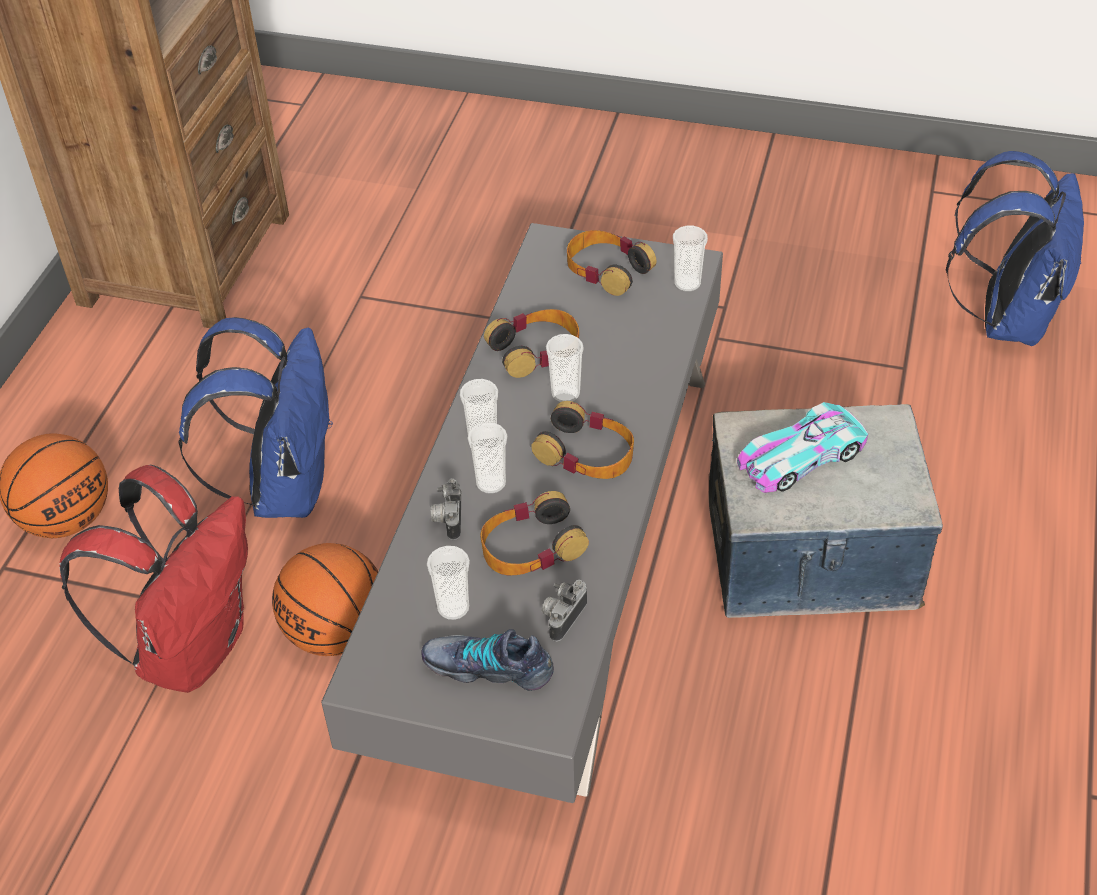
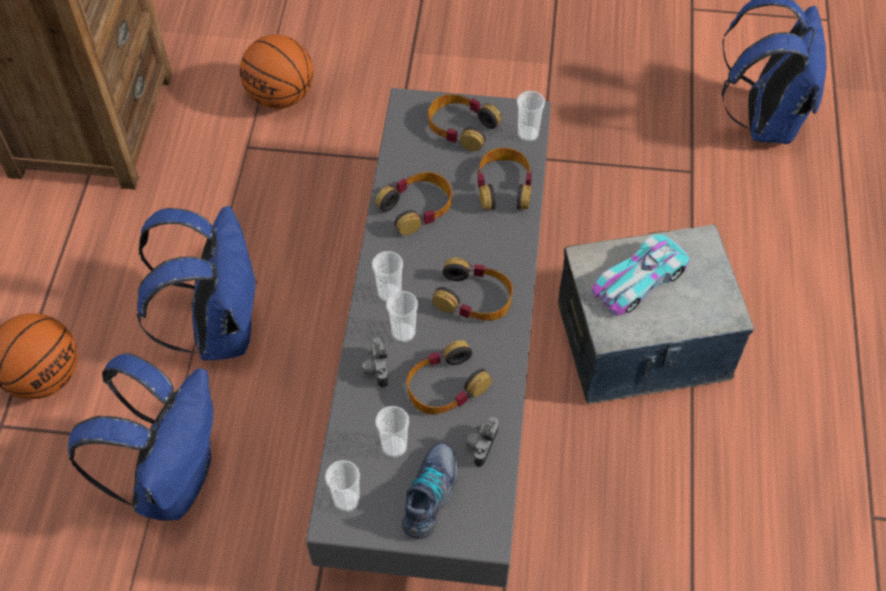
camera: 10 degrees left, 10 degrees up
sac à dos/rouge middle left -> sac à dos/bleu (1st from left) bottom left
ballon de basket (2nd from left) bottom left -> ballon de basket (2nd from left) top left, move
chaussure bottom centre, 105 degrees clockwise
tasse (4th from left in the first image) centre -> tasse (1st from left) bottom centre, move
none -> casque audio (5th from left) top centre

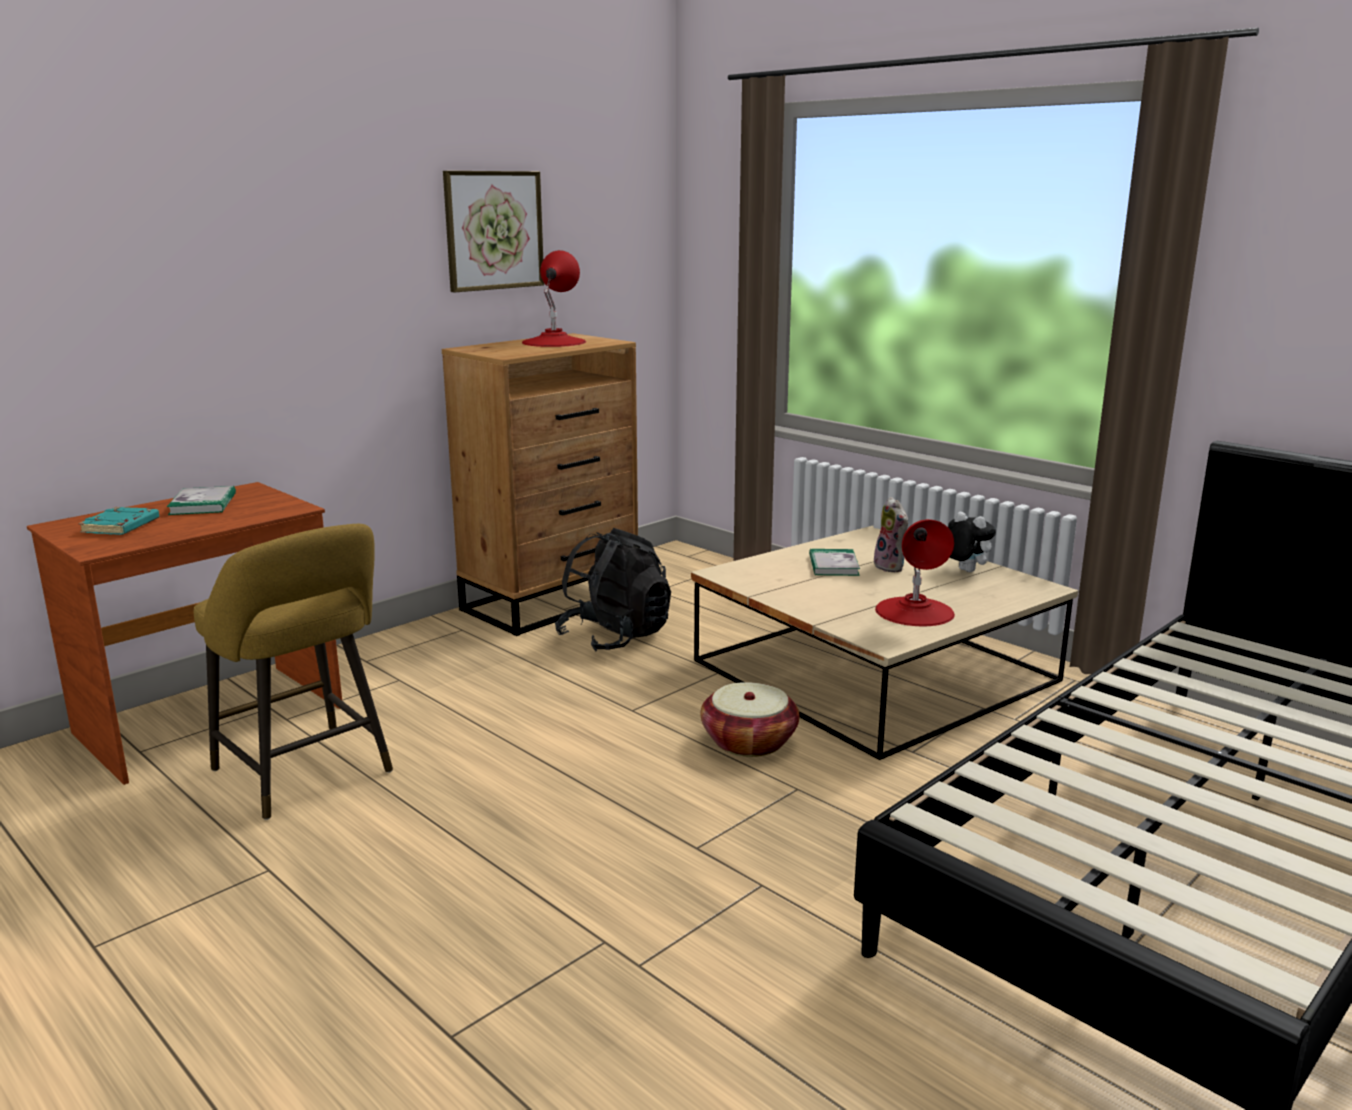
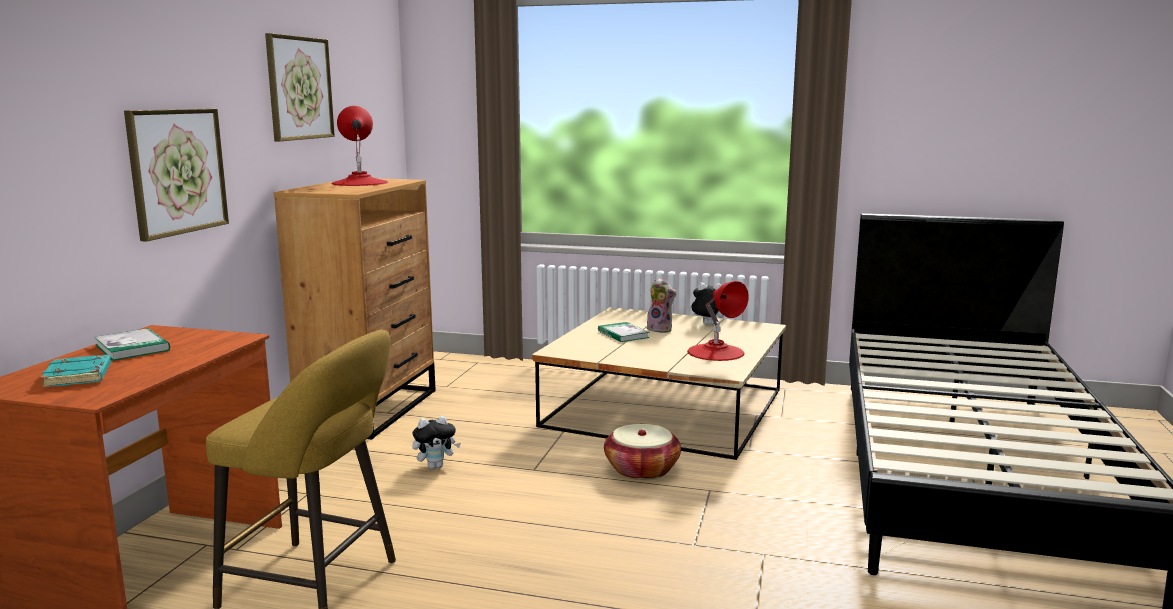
camera: 30 degrees left, 5 degrees down
sac à dos/noir centre -> none
none -> tableau (1st from left) top left
none -> peluche (1st from left) bottom centre

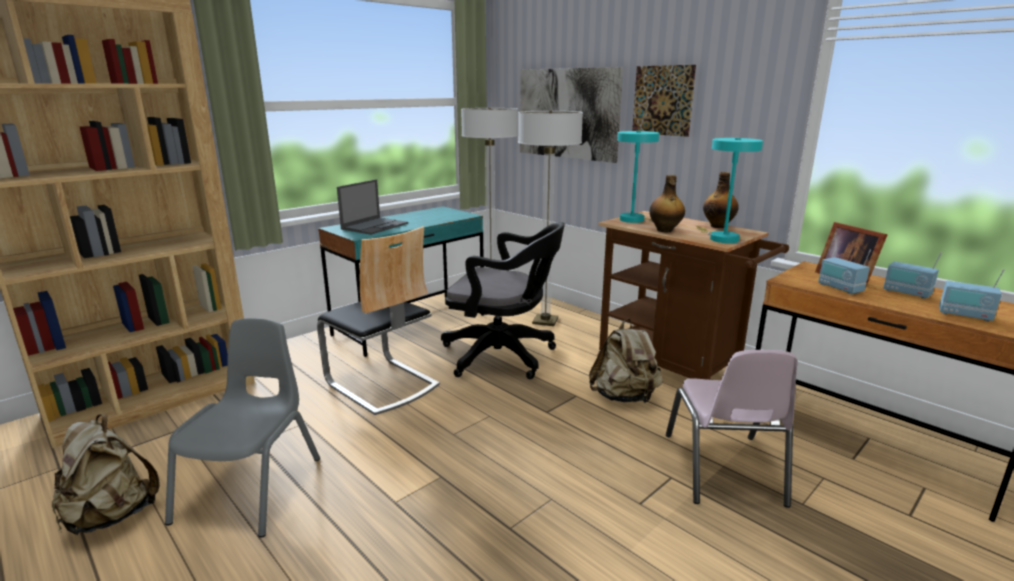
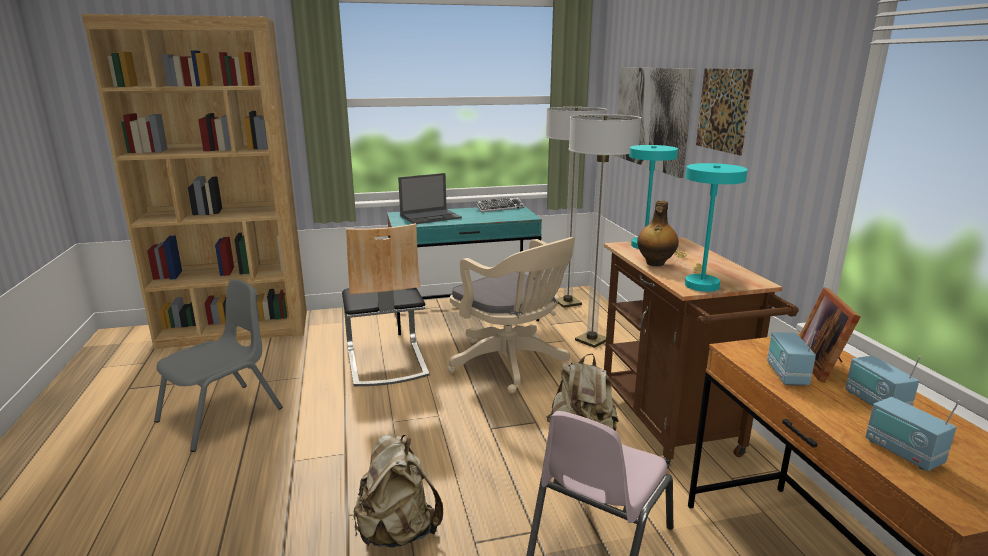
camera: 30 degrees right, 0 degrees up
sac à dos/beige (1st from left) bottom left -> sac à dos/beige (1st from left) bottom centre, move
chaise de bureau/noir centre -> chaise de bureau/beige centre
bouteille (2nd from left) middle right -> none
none -> clavier centre

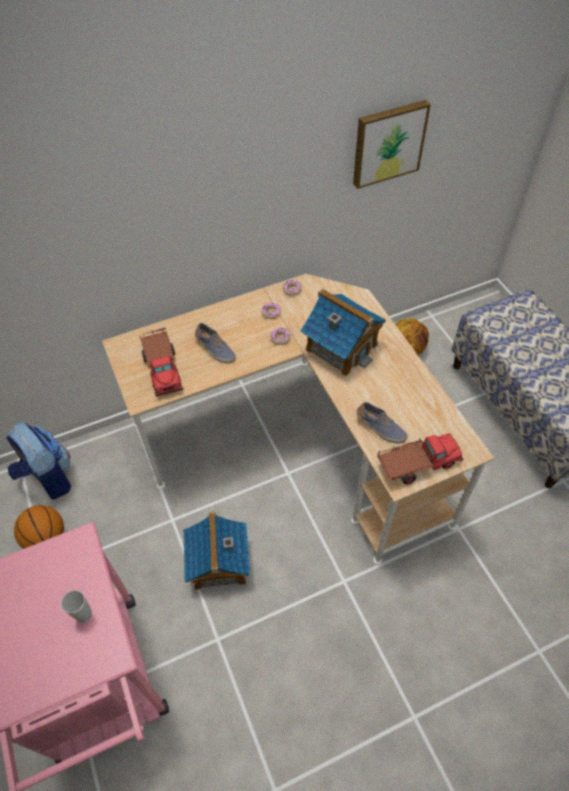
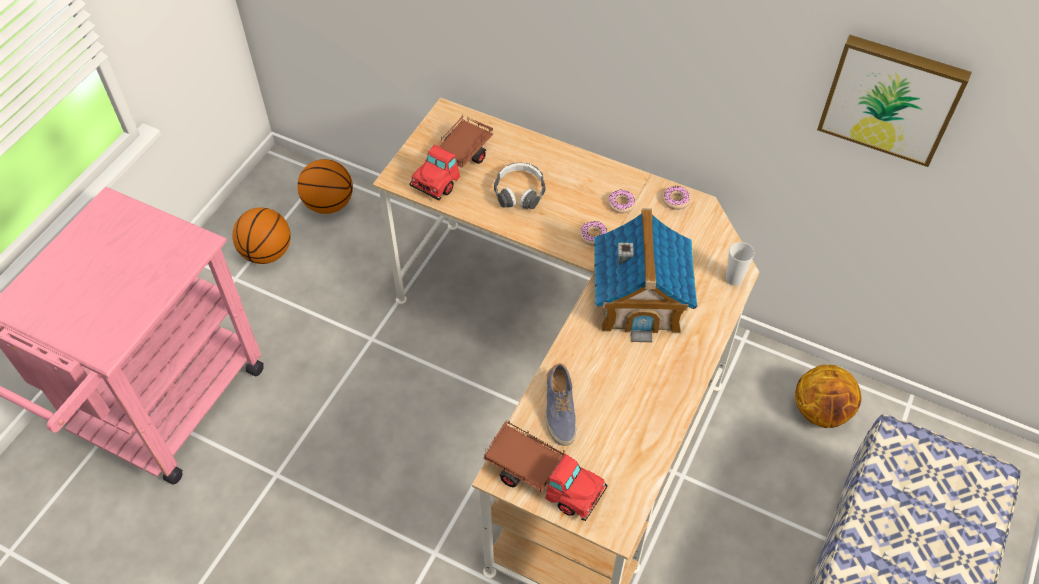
camera: 50 degrees right, 0 degrees up
sac à dos middle left -> ballon de basket (2nd from left) top left
tasse bottom left -> tasse middle right, move
maison miniature (1st from left) bottom centre -> none
chaussure (1st from left) centre -> casque audio top centre

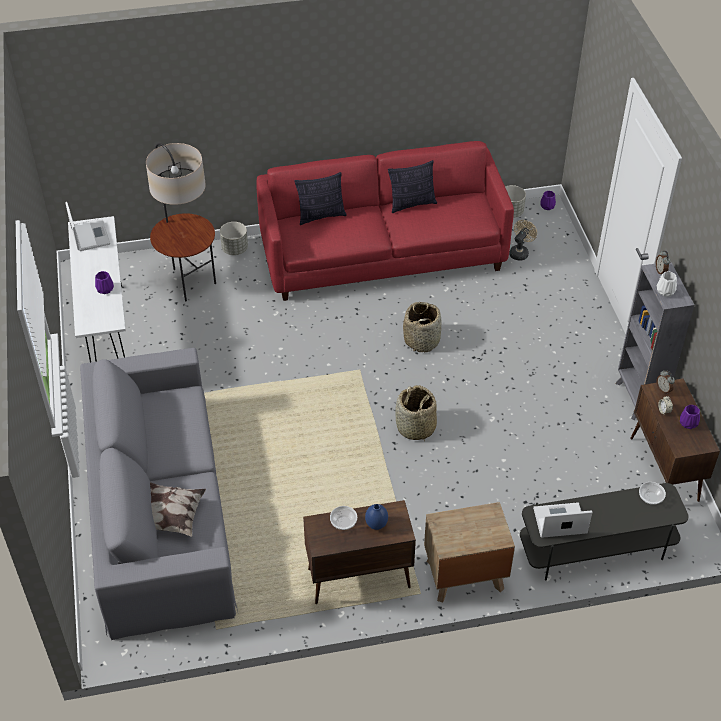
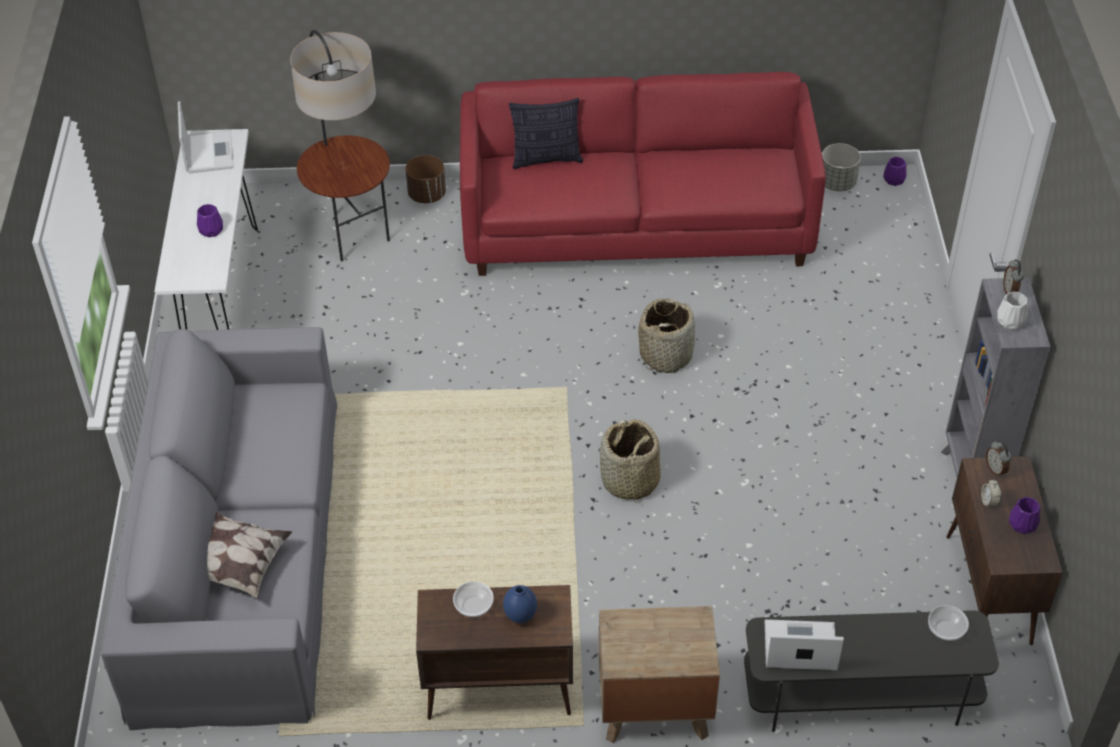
camera: 10 degrees right, 0 degrees up
cache-pot/gris (1st from left) top left -> cache-pot/marron top centre
coussin (3rd from left) top centre -> none
ventilateur/beige top right -> none

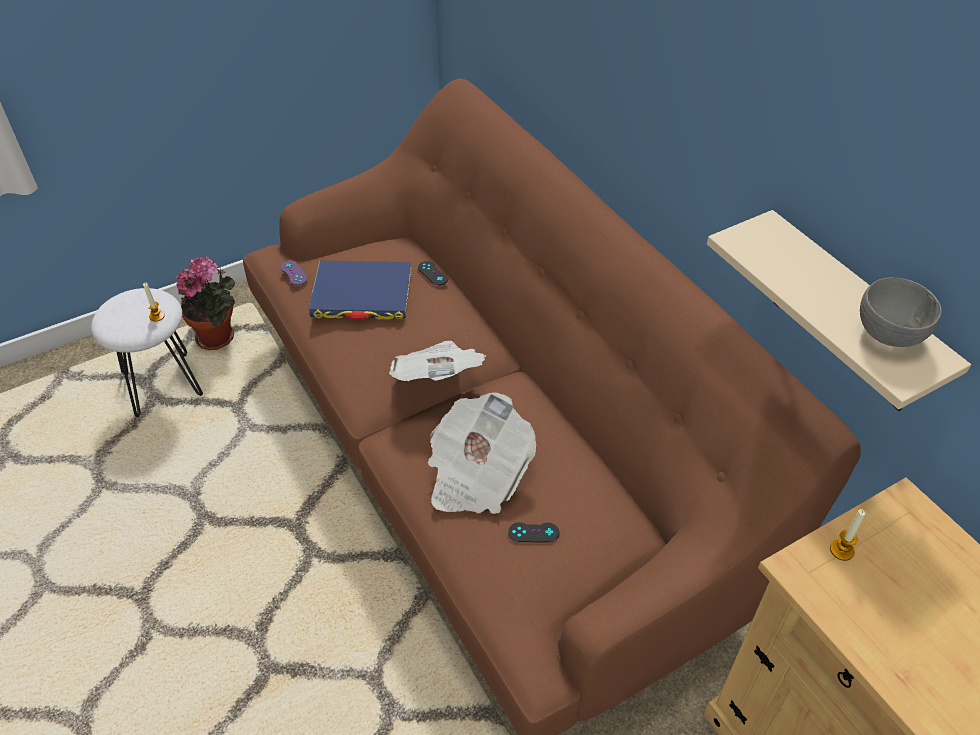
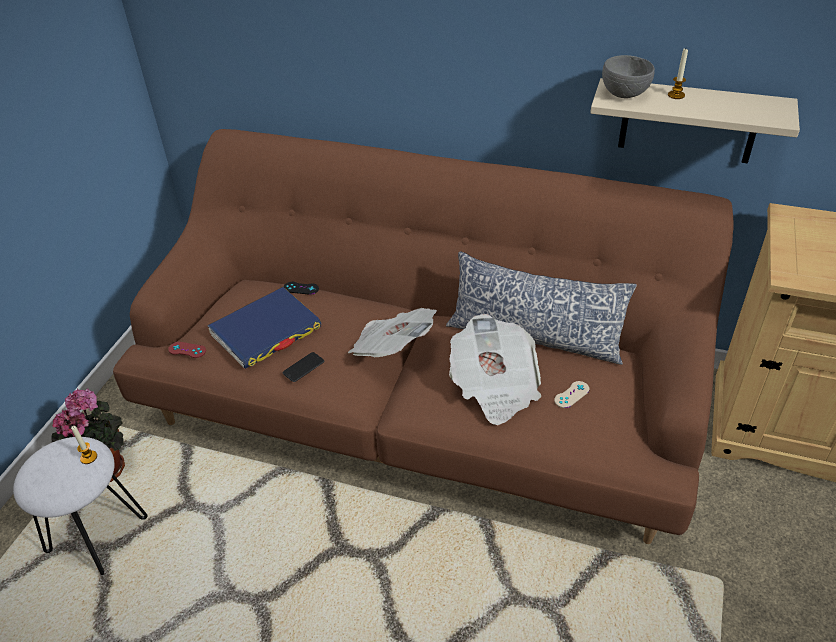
camera: 40 degrees left, 5 degrees down
manette/violet middle left -> manette/rouge middle left
manette/noir (2nd from left) bottom centre -> manette/beige middle right
bougie (2nd from left) bottom right -> bougie (2nd from left) top right, move
bol/gris middle right -> bol/gris top right, move
none -> téléphone centre
none -> coussin centre

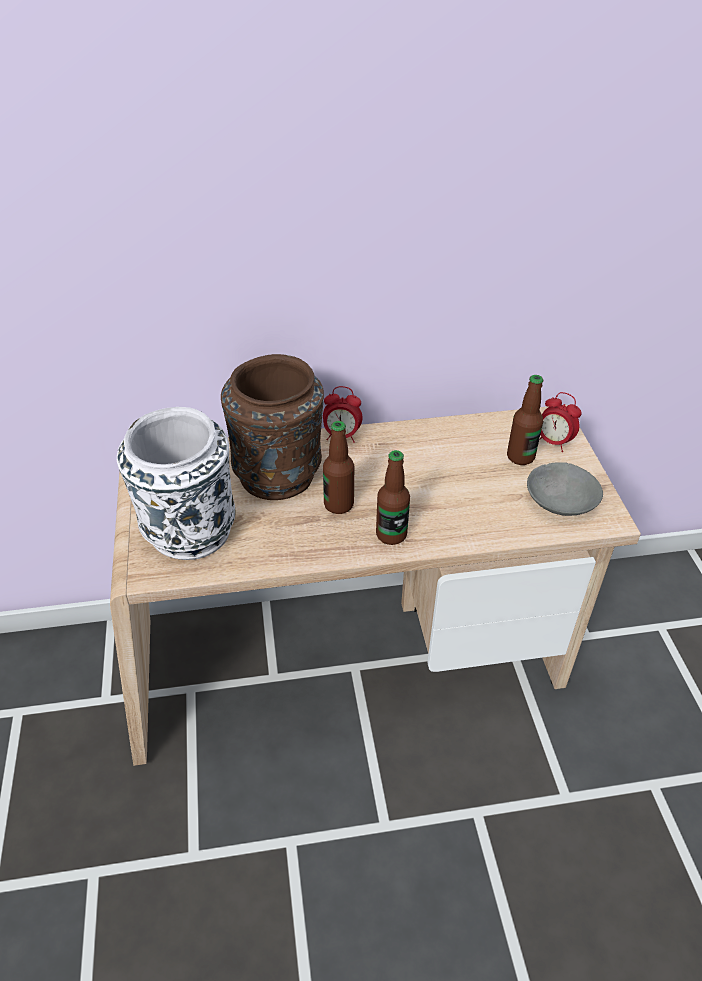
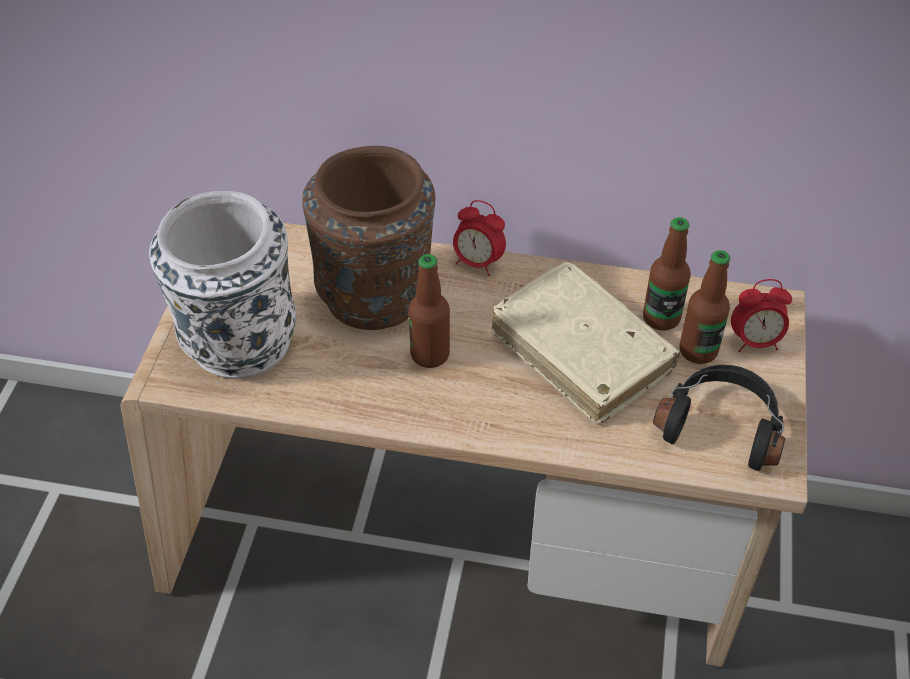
camera: 20 degrees right, 5 degrees up
bouteille (2nd from left) centre -> bouteille (2nd from left) middle right, move
bol/gris middle right -> casque audio/noir middle right
réveil (2nd from left) middle right, 60 degrees counterclockwise
none -> livre/beige centre

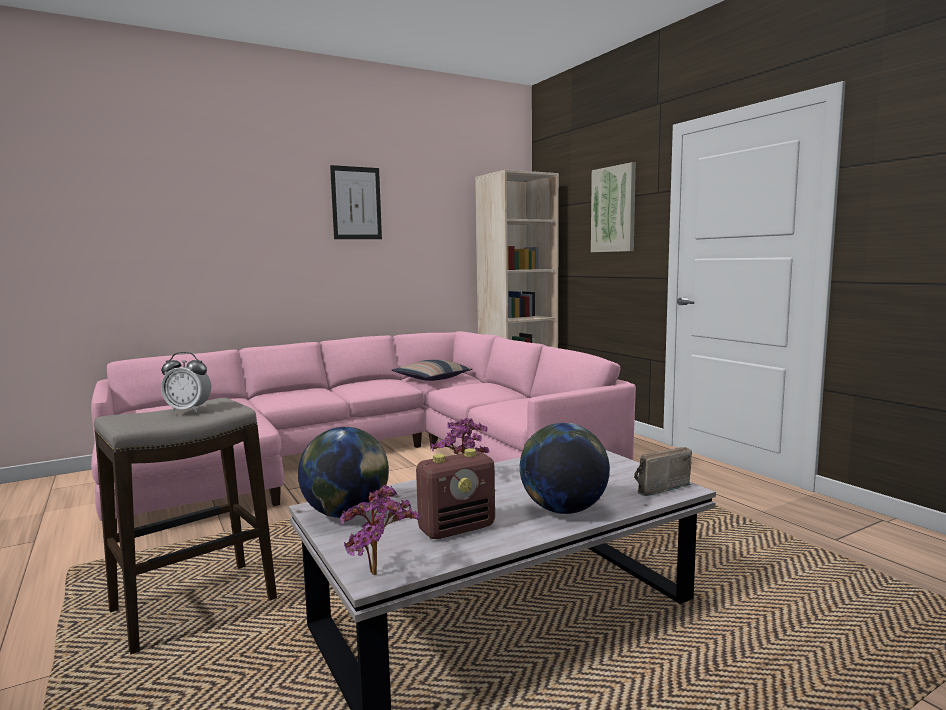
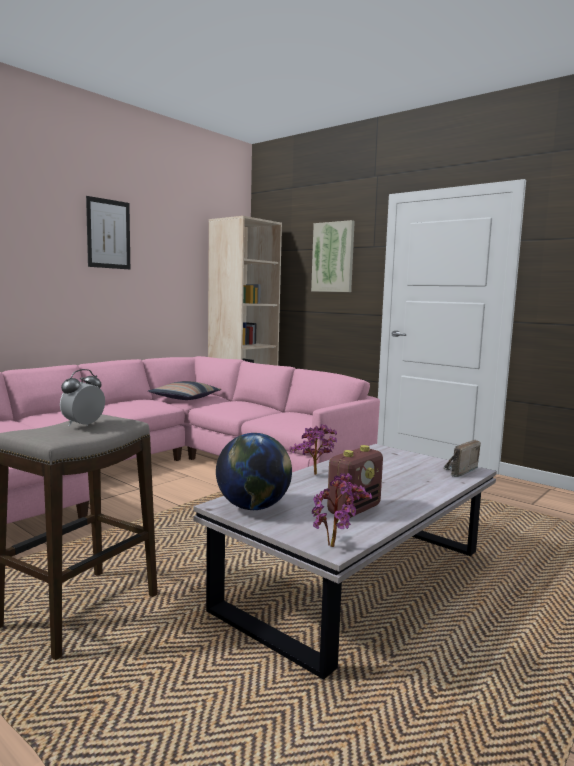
camera: 20 degrees left, 0 degrees up
réveil middle left, 135 degrees clockwise
globe (2nd from left) centre -> none

